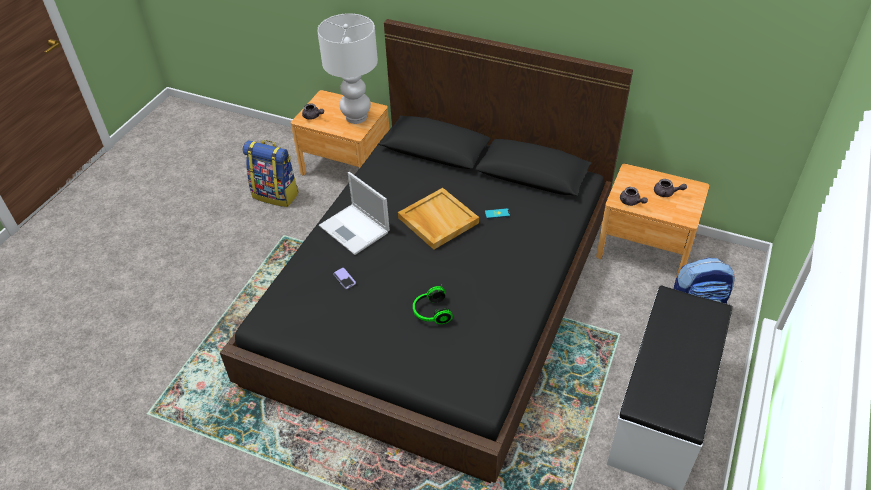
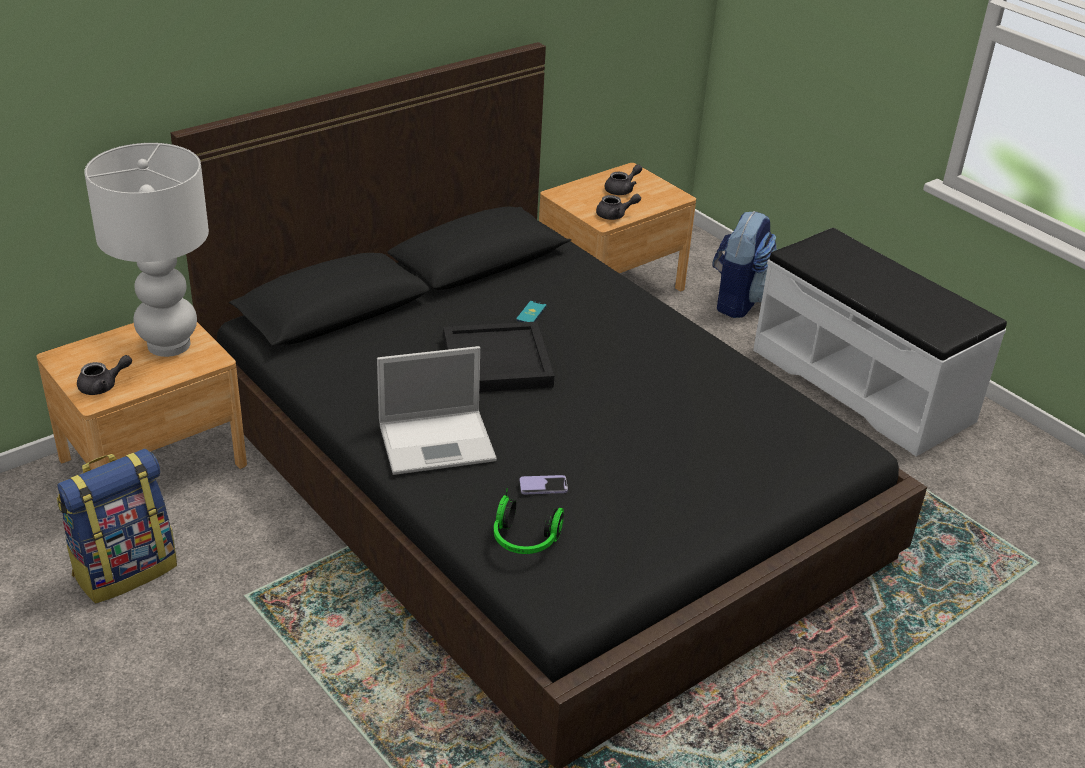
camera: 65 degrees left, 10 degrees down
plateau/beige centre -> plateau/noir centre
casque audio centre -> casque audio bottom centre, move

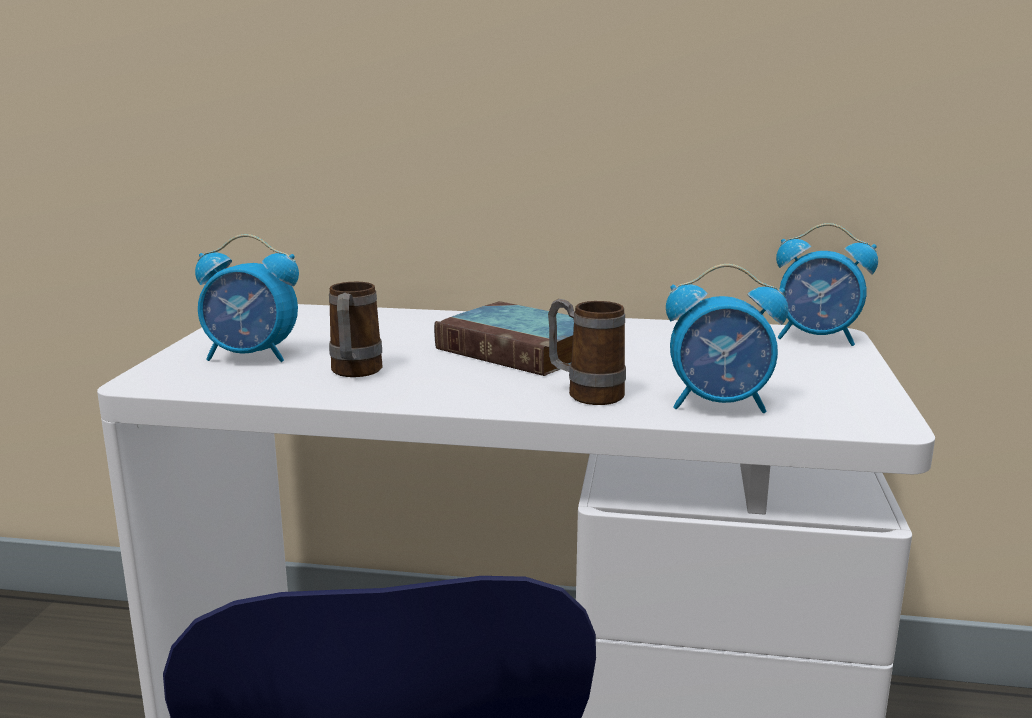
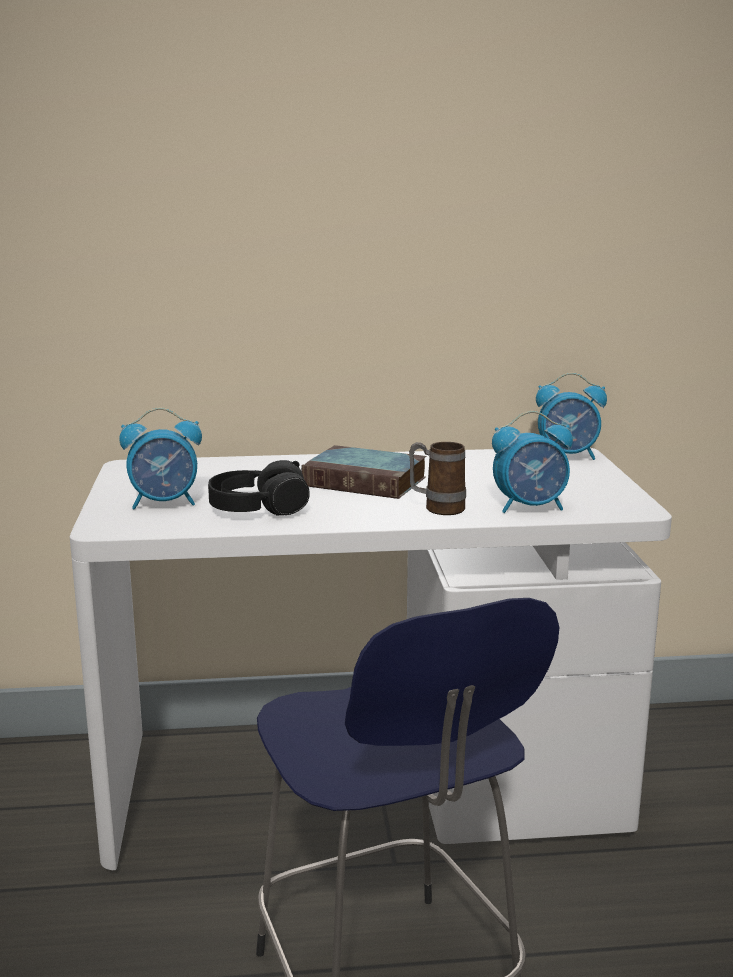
camera: 15 degrees left, 0 degrees up
mug (1st from left) centre -> casque audio/noir centre

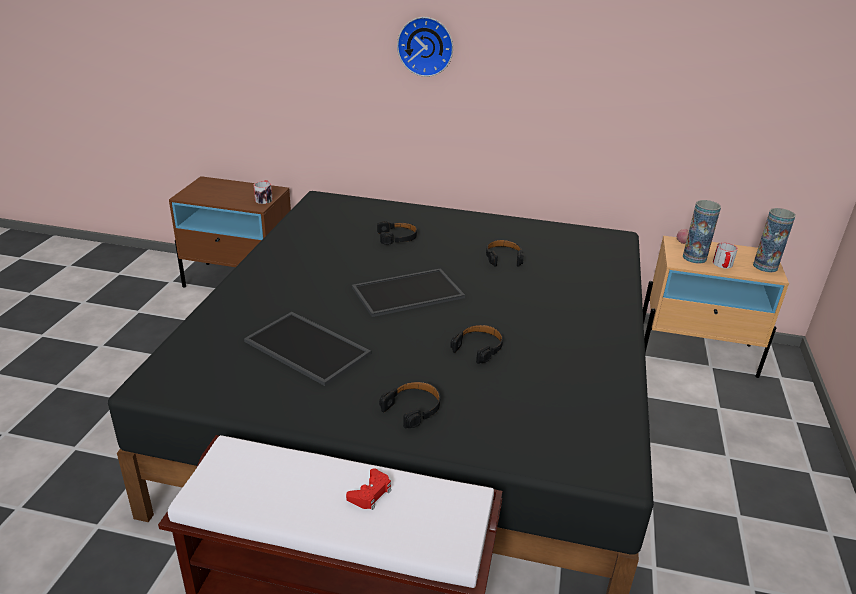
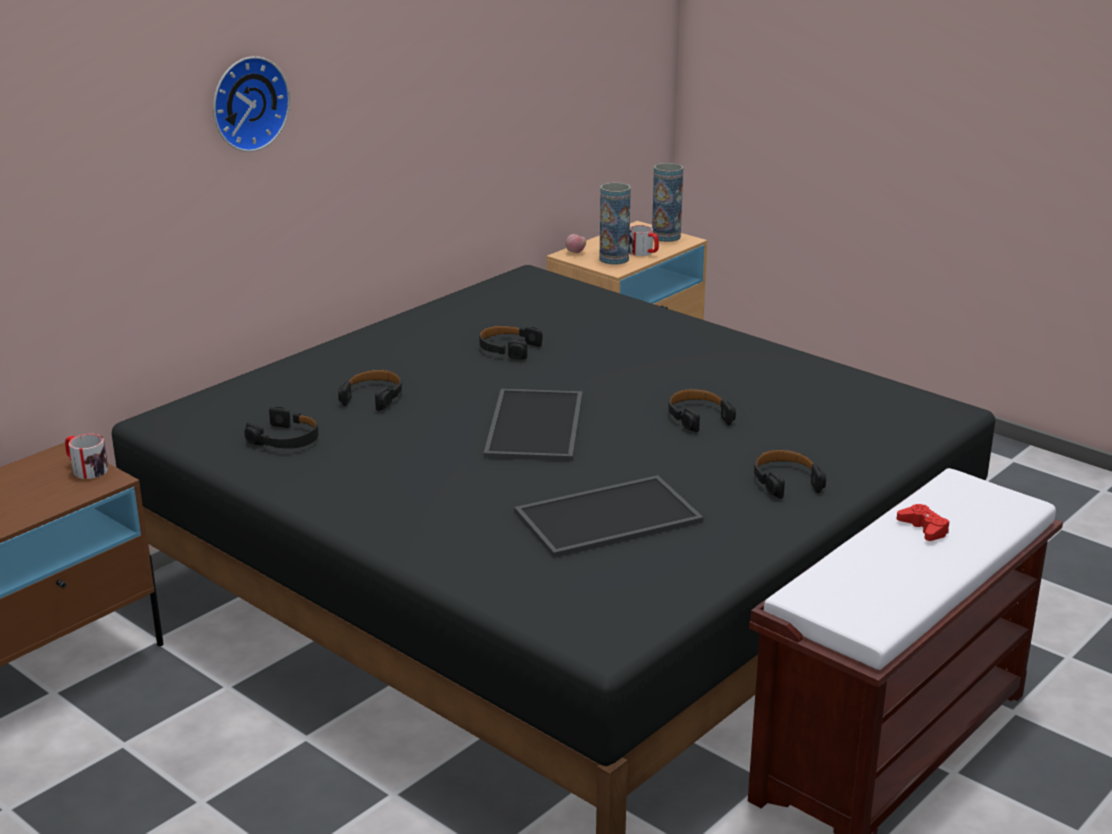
camera: 60 degrees left, 5 degrees down
none -> casque audio/noir (1st from left) middle left

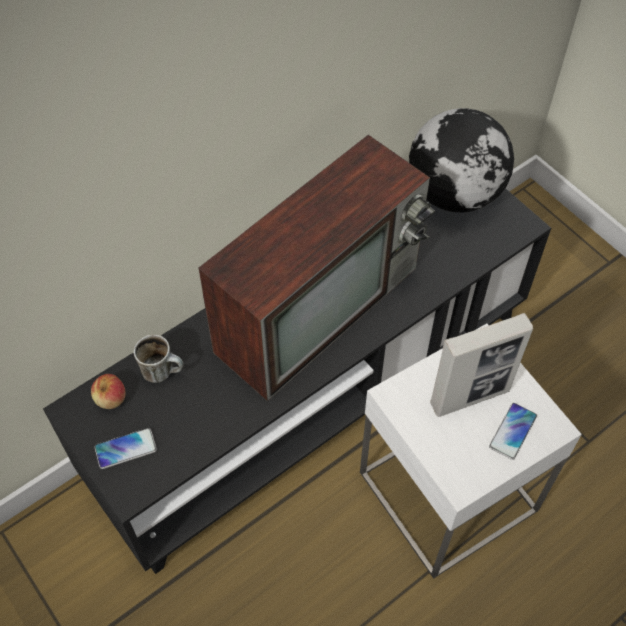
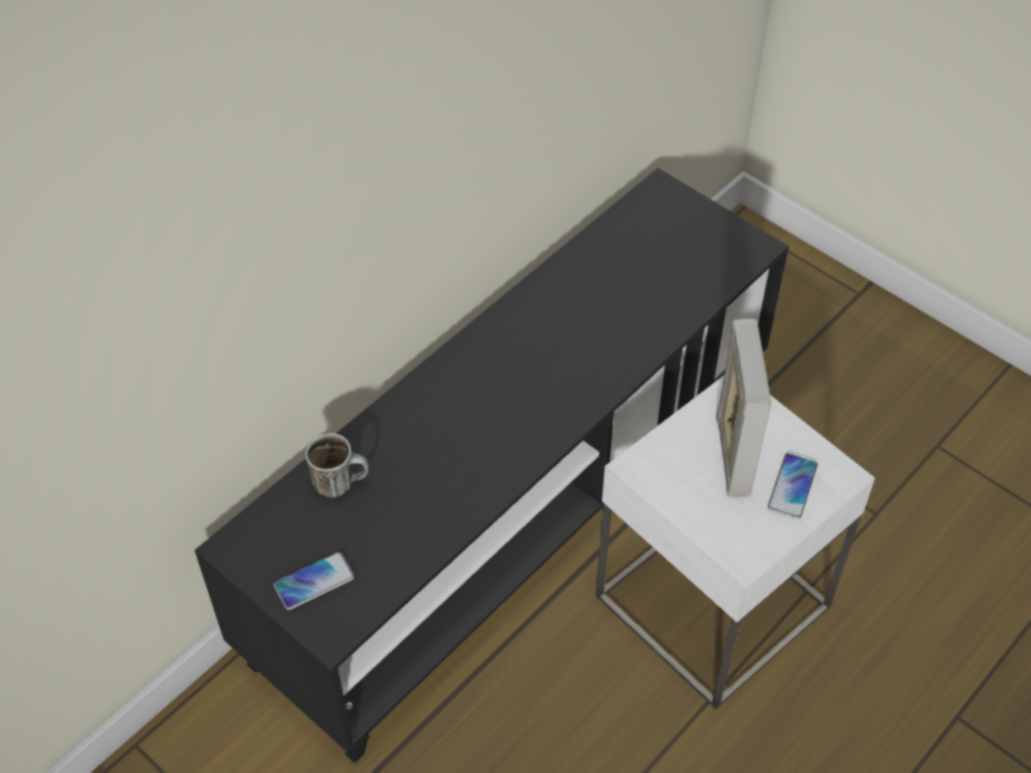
camera: 10 degrees left, 5 degrees down
pomme middle left -> none
téléviseur centre -> none
globe top right -> none
cadre photo middle right, 60 degrees counterclockwise

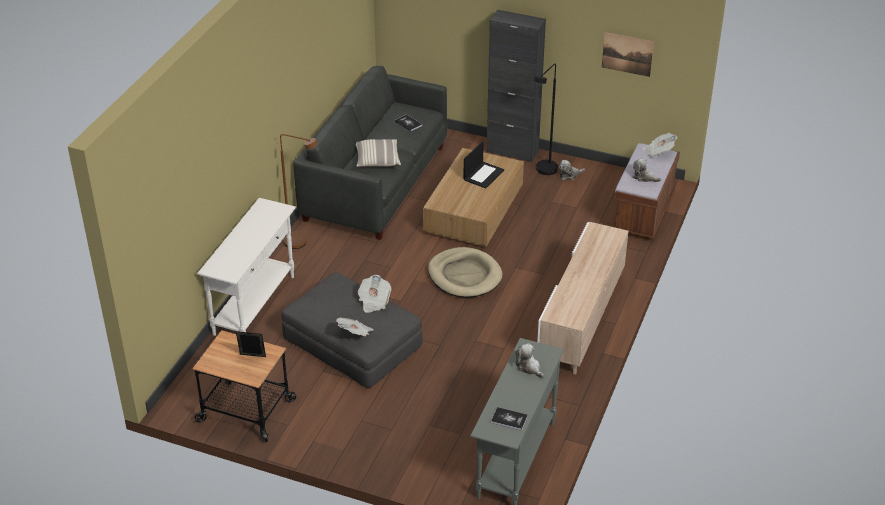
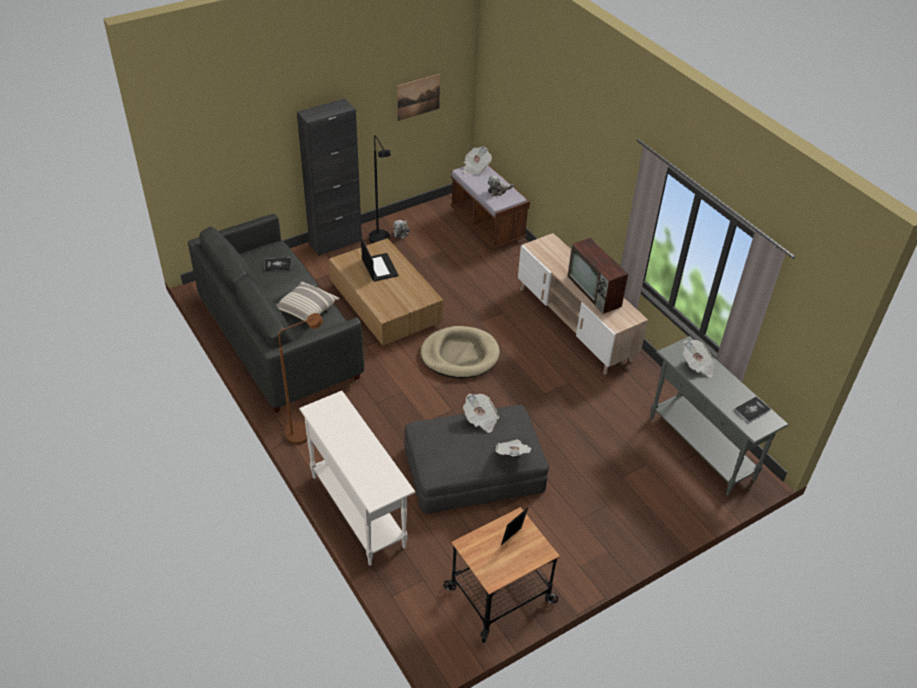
camera: 55 degrees left, 5 degrees up
peluche (1st from left) bottom centre -> journal (4th from left) middle right
none -> téléviseur centre

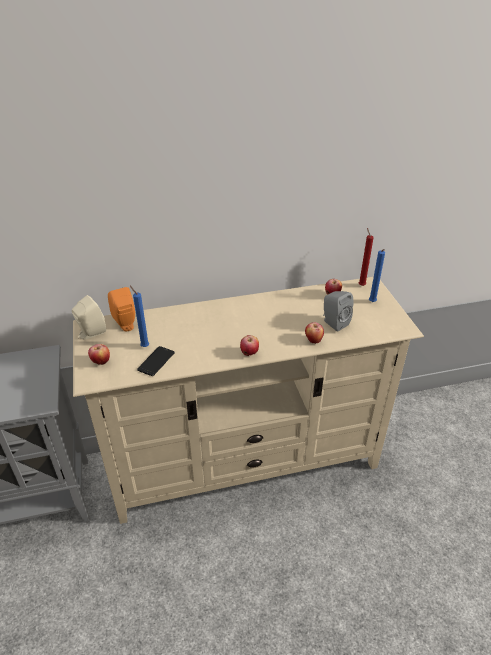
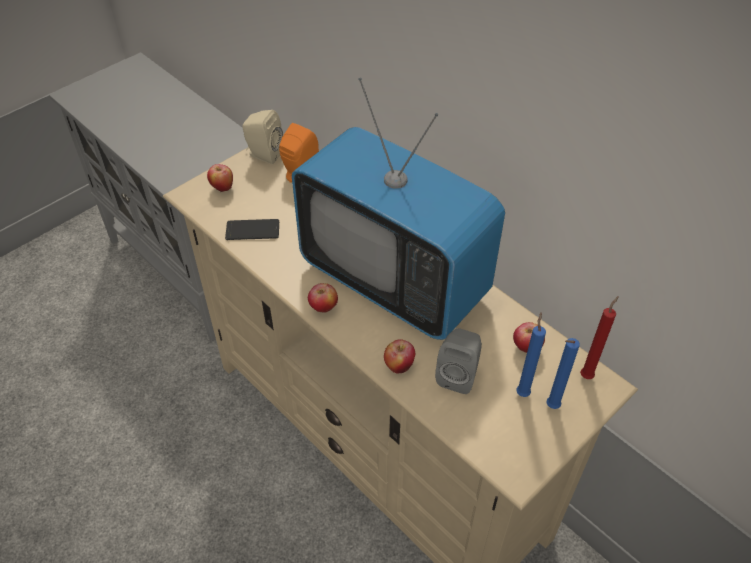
camera: 60 degrees right, 10 degrees up
bougie/bleu (1st from left) middle left -> bougie/bleu (1st from left) middle right, move
none -> téléviseur centre

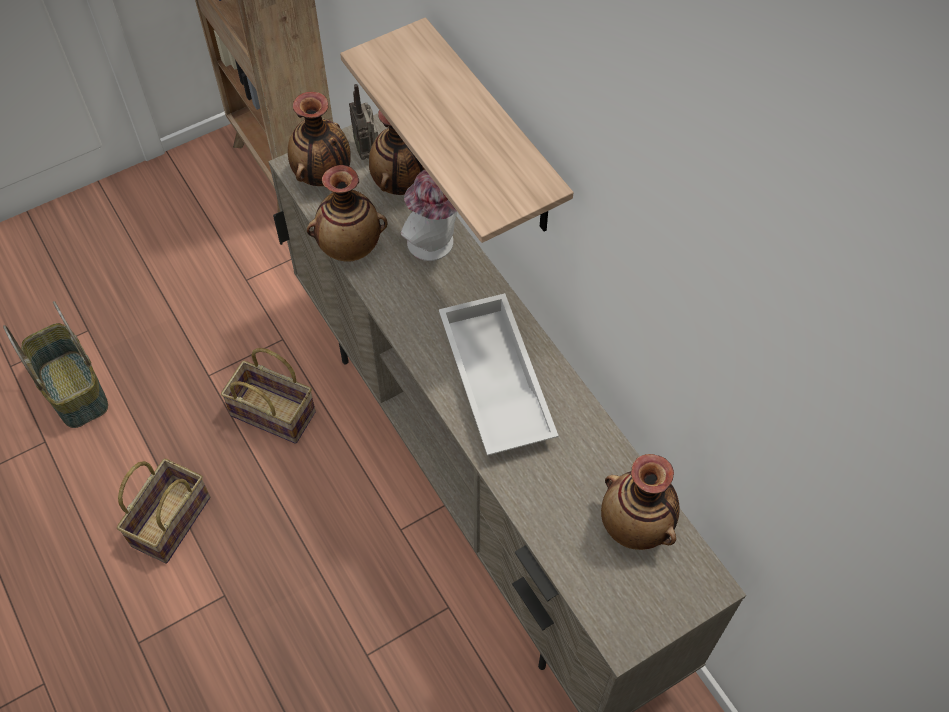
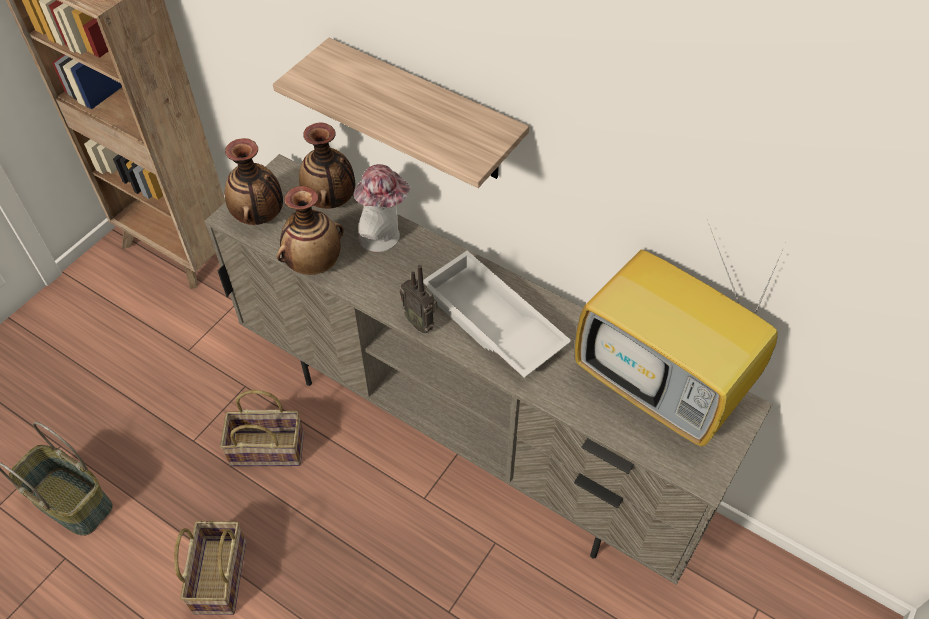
camera: 25 degrees left, 5 degrees down
radio top centre -> radio centre, move
vase (4th from left) bottom right -> téléviseur middle right

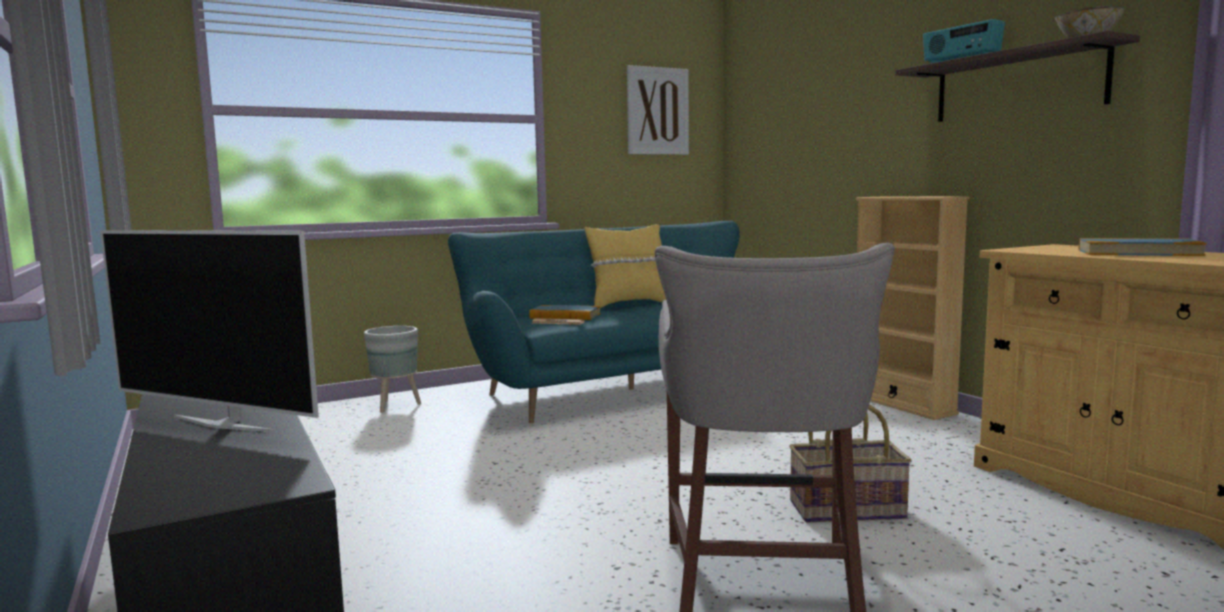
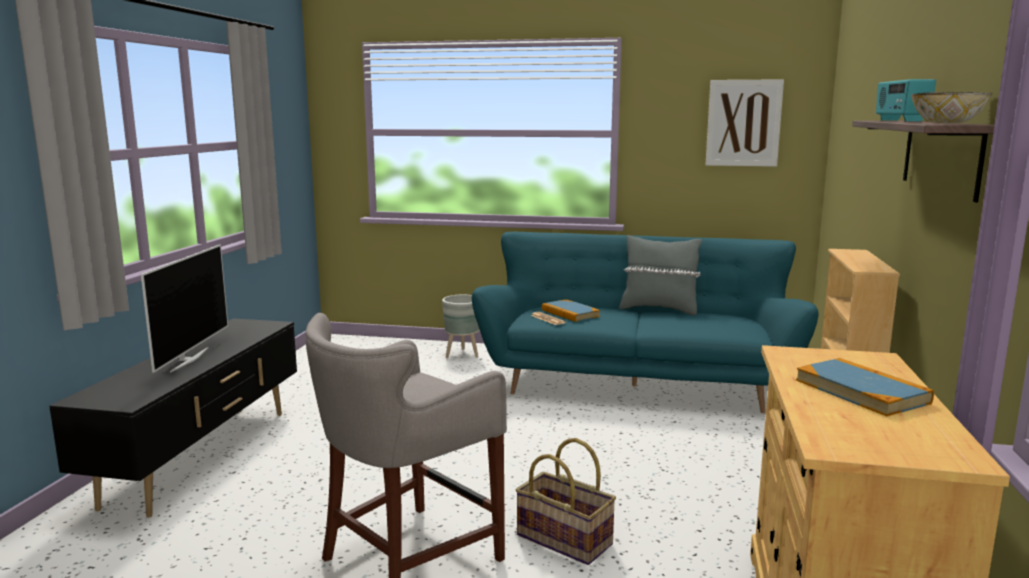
camera: 40 degrees right, 5 degrees up
téléviseur middle left, 150 degrees counterclockwise
coussin/jaune centre -> coussin/gris centre

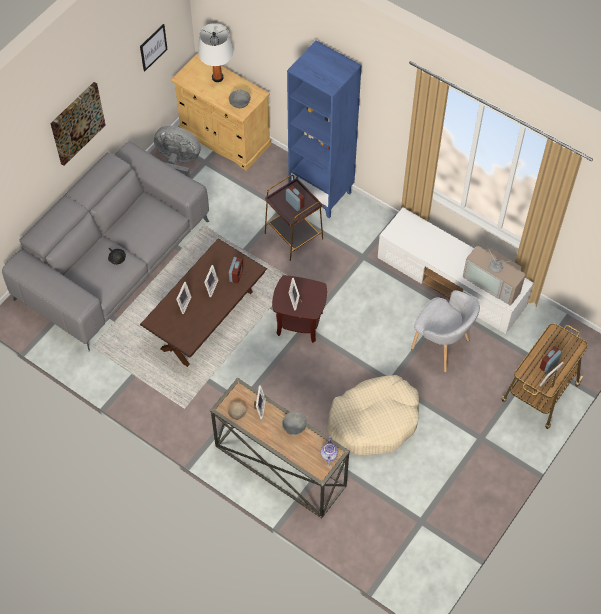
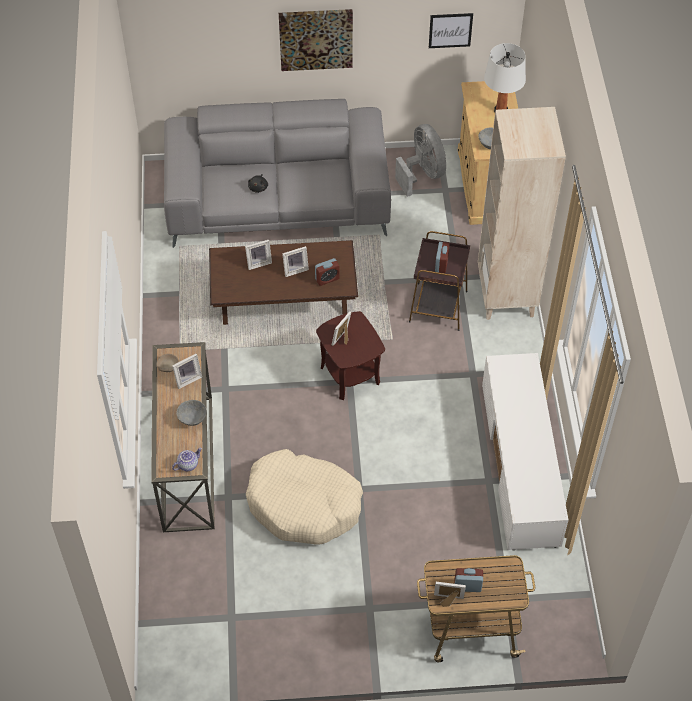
camera: 50 degrees right, 5 degrees down
bibliothèque/bleu top centre -> bibliothèque/beige top right
fauteuil/gris middle right -> none
téléviseur middle right -> none

